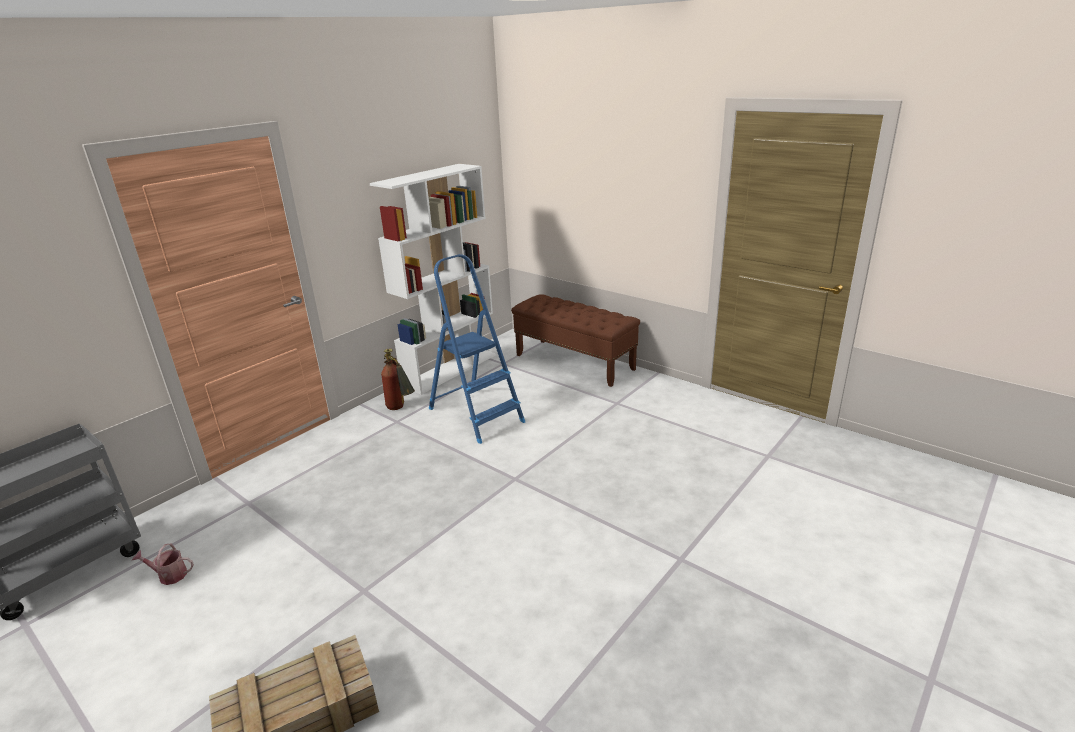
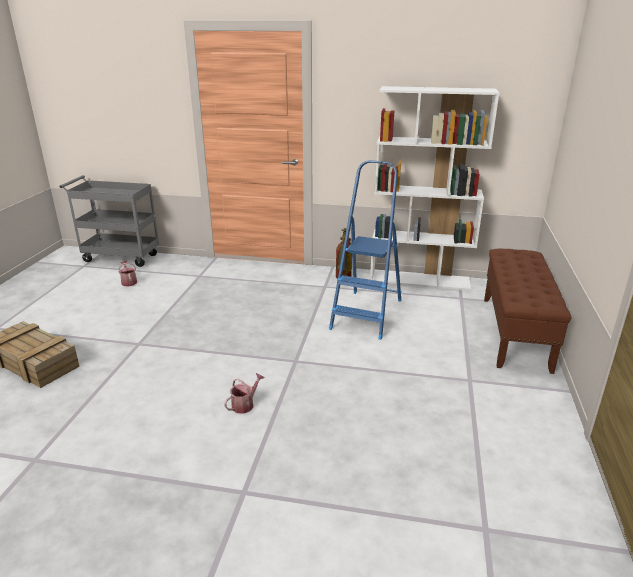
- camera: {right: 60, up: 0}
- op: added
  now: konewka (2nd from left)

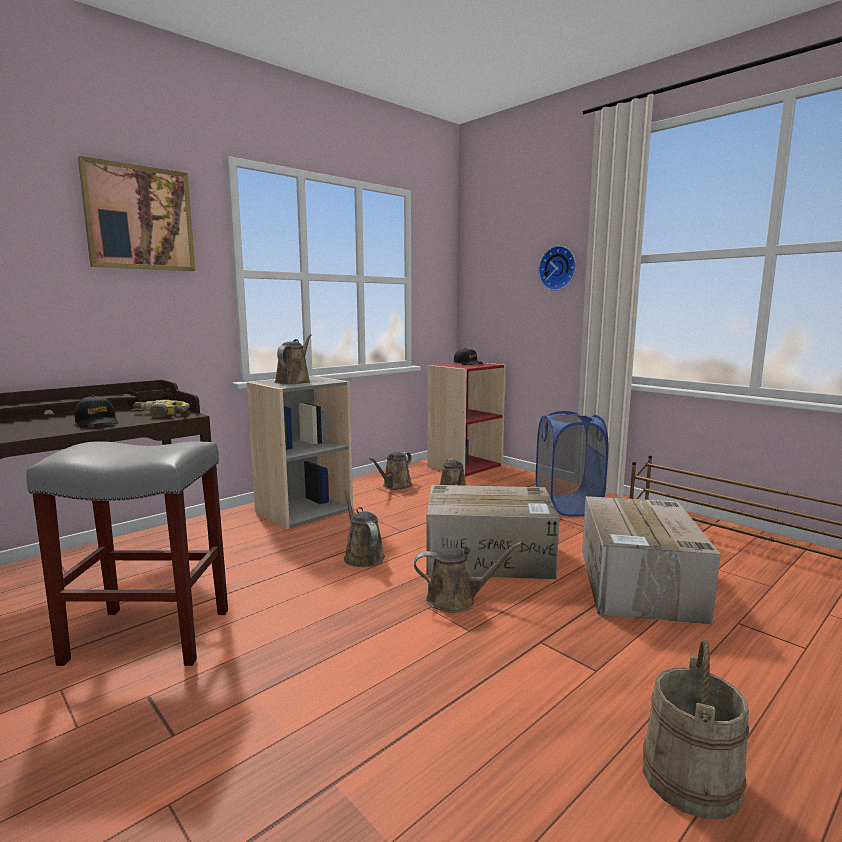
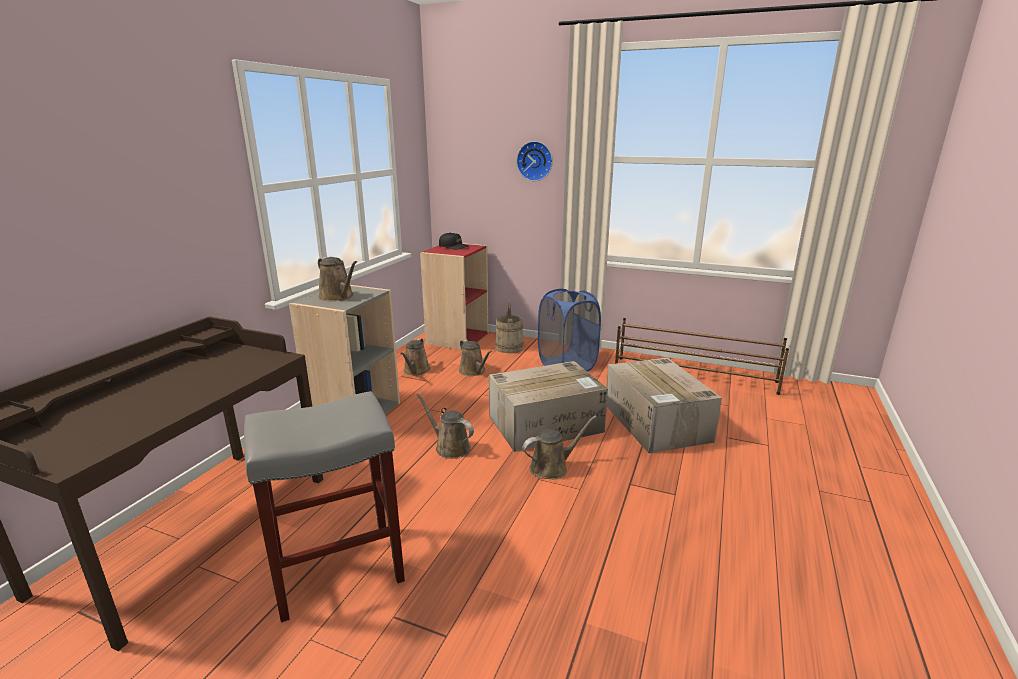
- camera: {right: -25, up: 10}
- op: removed
  was: czapka z daszkiem (czarny) (1st from left)
- op: removed
  was: obraz
- op: removed
  was: wiertarka
- op: moved
  was: wiadro (beżowy)
- op: turned
  was: konewka (brązowy) (1st from left)
  clockwise: 150

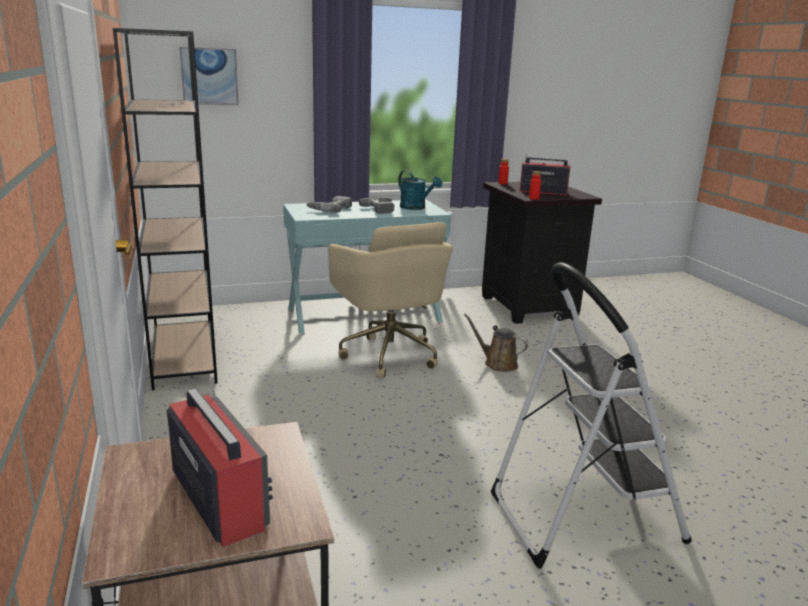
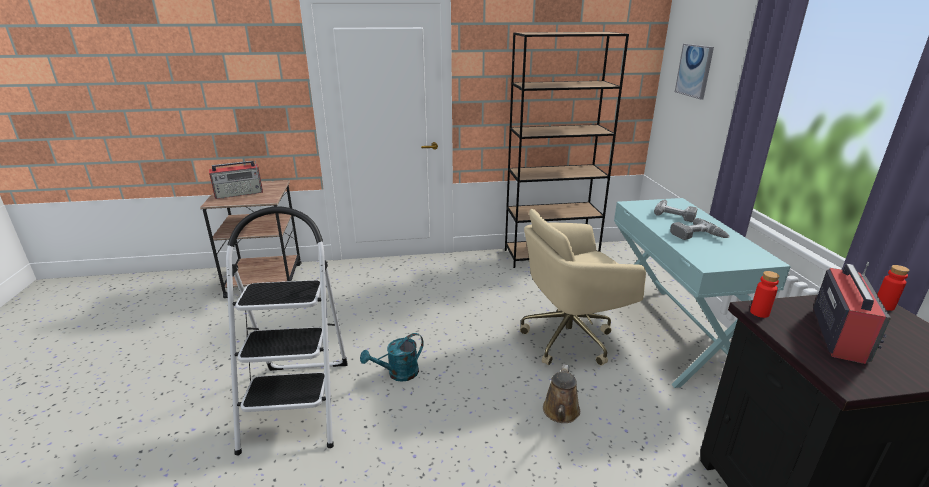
- camera: {right: 100, up: 5}
- op: moved
  was: konewka (turkusowy)
- op: turned
  was: konewka (brązowy)
  clockwise: 150

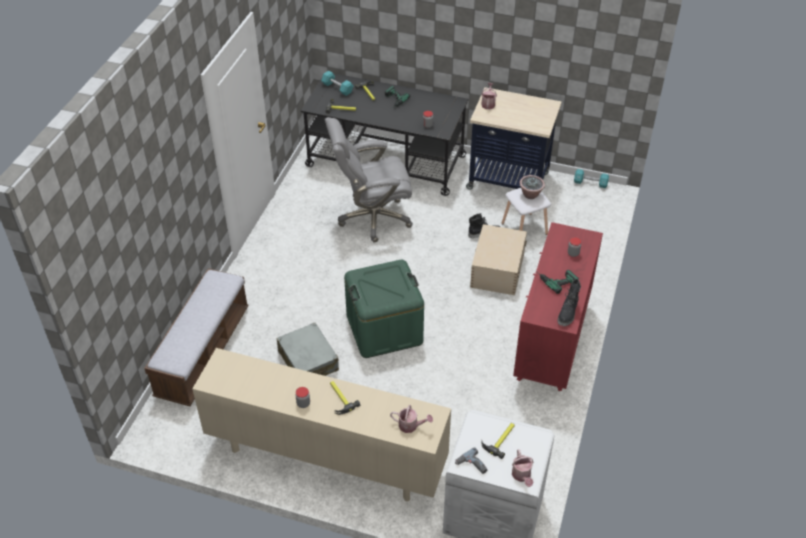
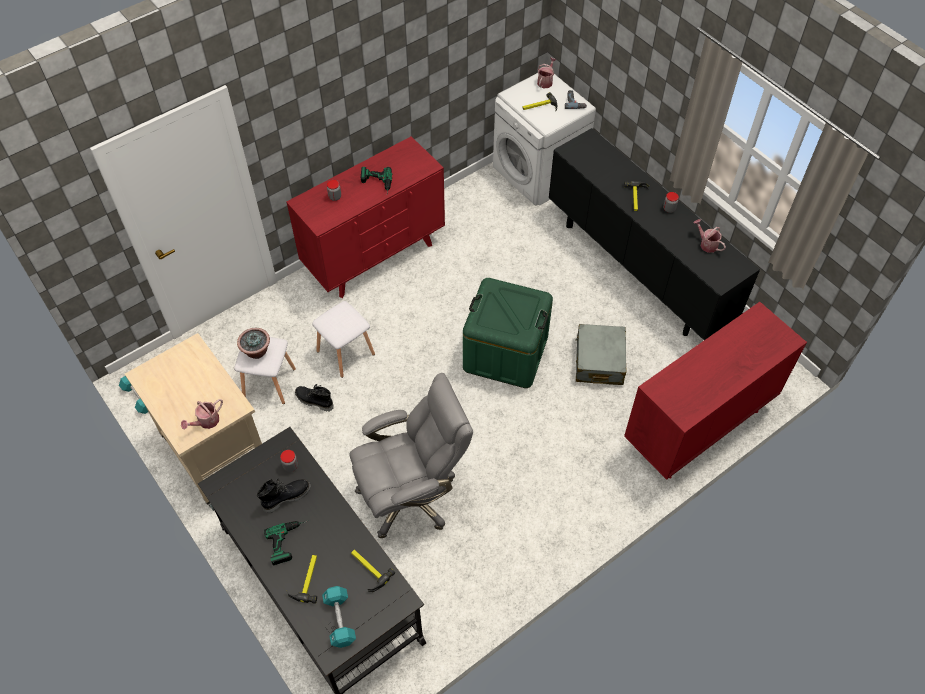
- camera: {right: -145, up: 10}
- op: moved
  was: konewka (1st from left in the first image)
  now: konewka (3rd from left)
- op: moved
  was: but z cholewką (czarny) (2nd from left in the first image)
  now: but z cholewką (czarny) (1st from left)
- op: replaced
  was: ławka
  now: komoda (czerwony) (2nd from left)
- op: replaced
  was: pojemnik do przechowywania (beżowy)
  now: stołek (biały) (2nd from left)
- op: recoloured
  was: szafka (beżowy)
  now: szafka (czarny)
- op: recoloured
  was: wózek (niebieski)
  now: wózek (beżowy)
- op: turned
  was: krzesło biurowe (szary)
  clockwise: -45

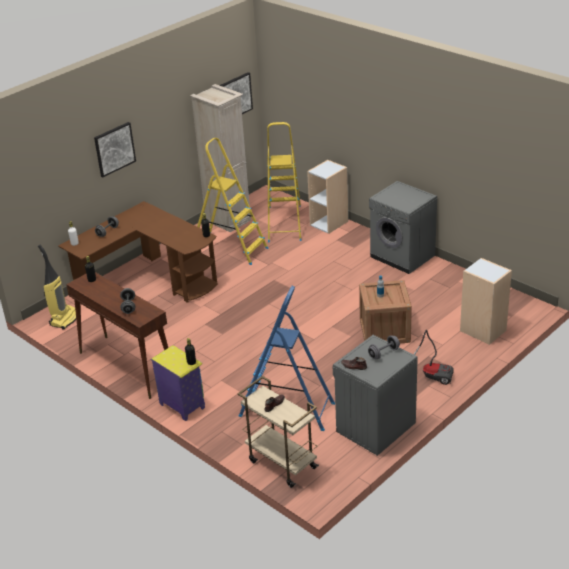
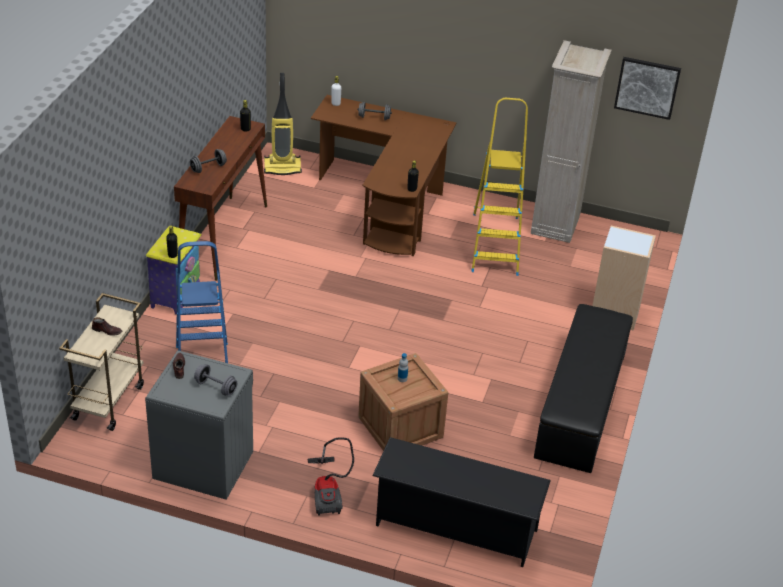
- camera: {right: 60, up: 5}
- op: removed
  was: obraz (1st from left)
- op: removed
  was: drabinka (żółty) (2nd from left)
- op: replaced
  was: pralka (szary) (2nd from left)
  now: ławka (czarny)
- op: replaced
  was: regał (2nd from left)
  now: regał na buty (czarny)

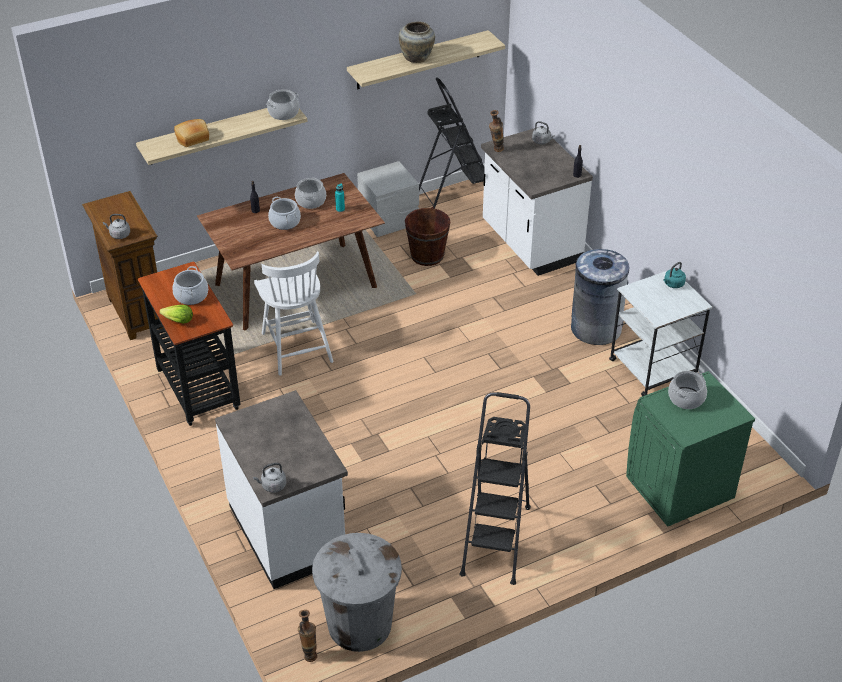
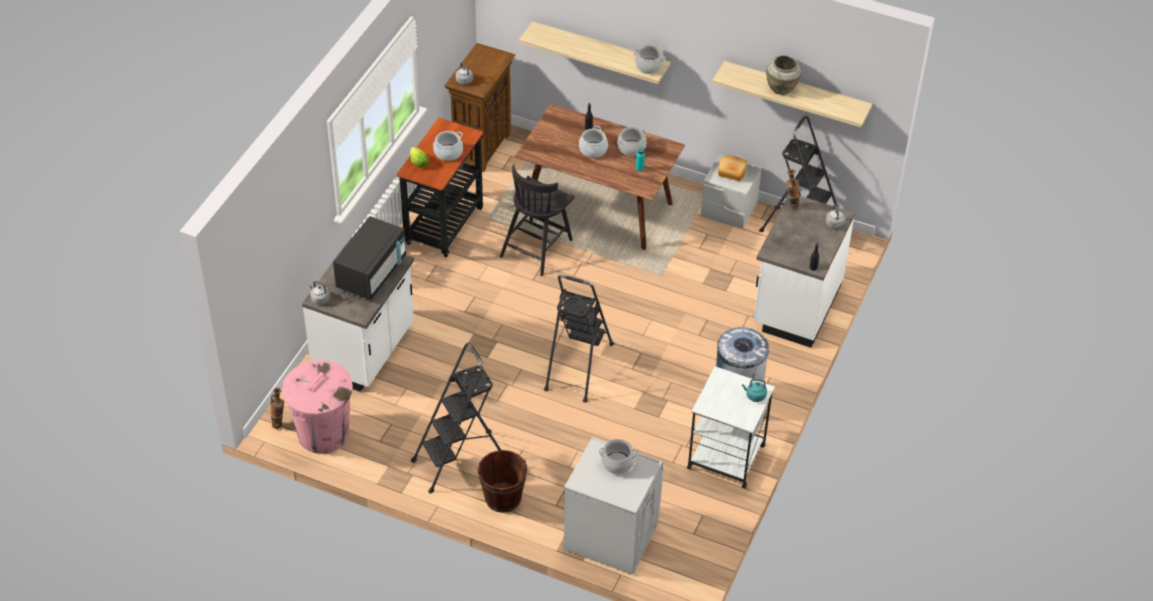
- camera: {right: 50, up: 5}
- op: added
  now: mikrofalówka (czarny)
- op: added
  now: drabinka (2nd from left)
- op: moved
  was: chleb
- op: moved
  was: wiadro (brązowy)
- op: recoloured
  was: krzesło (biały)
  now: krzesło (czarny)
- op: recoloured
  was: kosz na śmieci (szary) (1st from left)
  now: kosz na śmieci (różowy)
- op: recoloured
  was: pralka (zielony)
  now: pralka (biały)

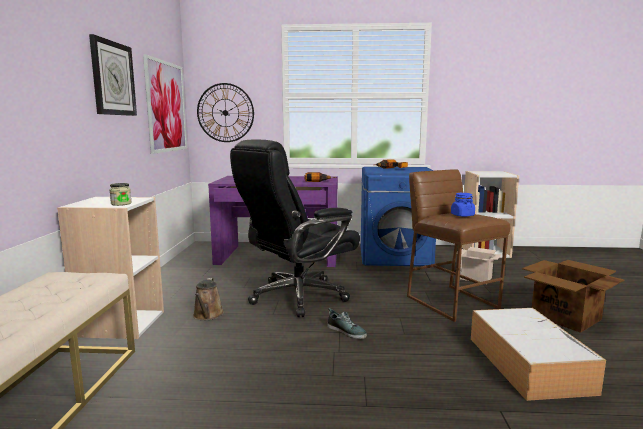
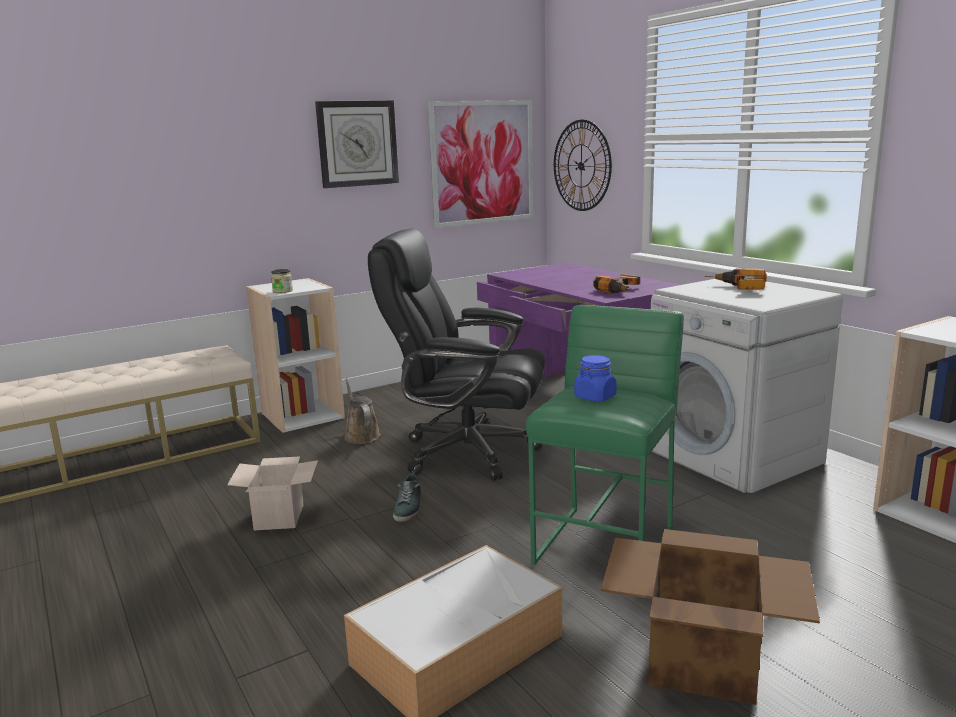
- camera: {right: 55, up: 5}
- op: moved
  was: karton (1st from left)
- op: recoloured
  was: pralka (niebieski)
  now: pralka (biały)
- op: recoloured
  was: stołek (brązowy)
  now: stołek (zielony)
- op: turned
  was: konewka (brązowy)
  clockwise: 105

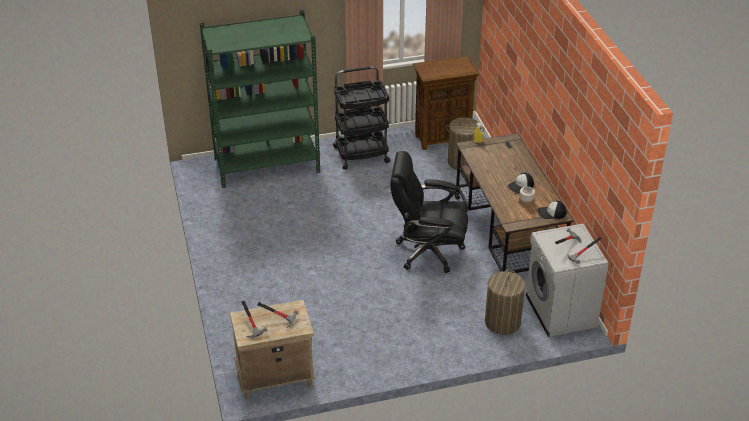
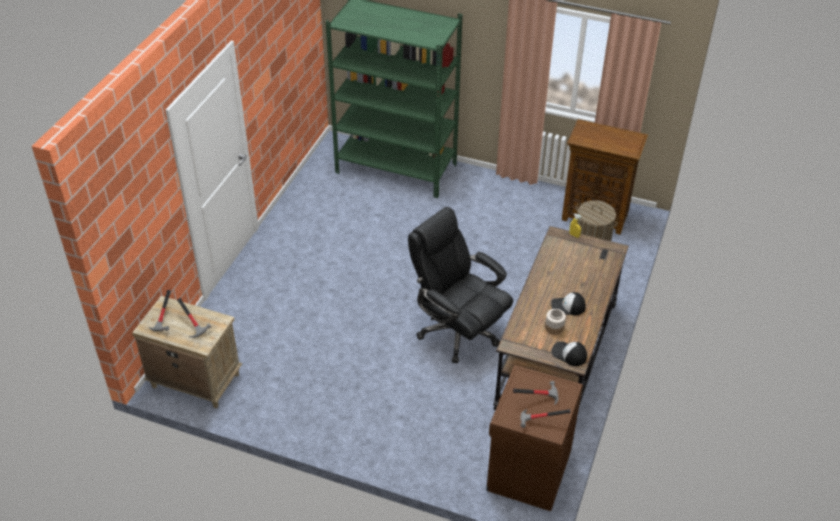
- camera: {right: 35, up: 5}
- op: removed
  was: wózek (czarny)
- op: removed
  was: kosz na pranie (2nd from left)
- op: recoloured
  was: pralka (biały)
  now: pralka (brązowy)

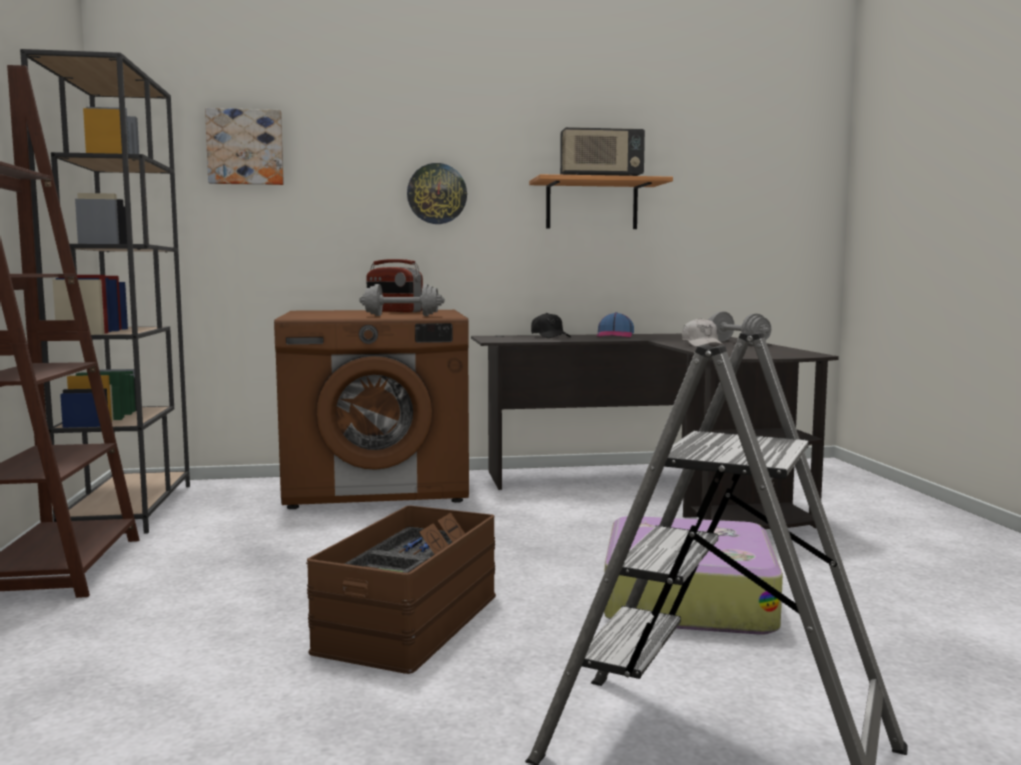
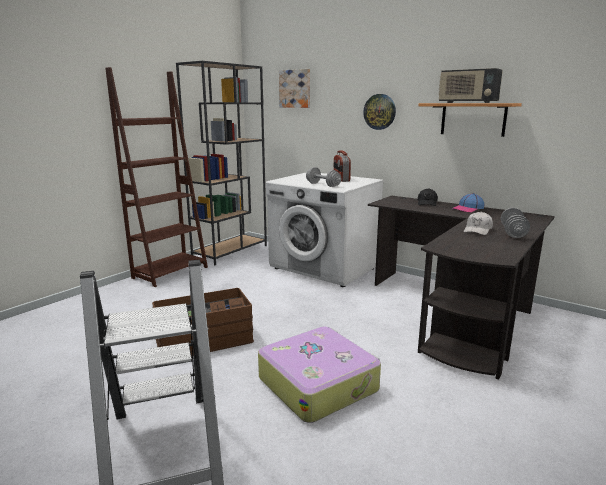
- camera: {right: 45, up: 10}
- op: recoloured
  was: pralka (brązowy)
  now: pralka (biały)

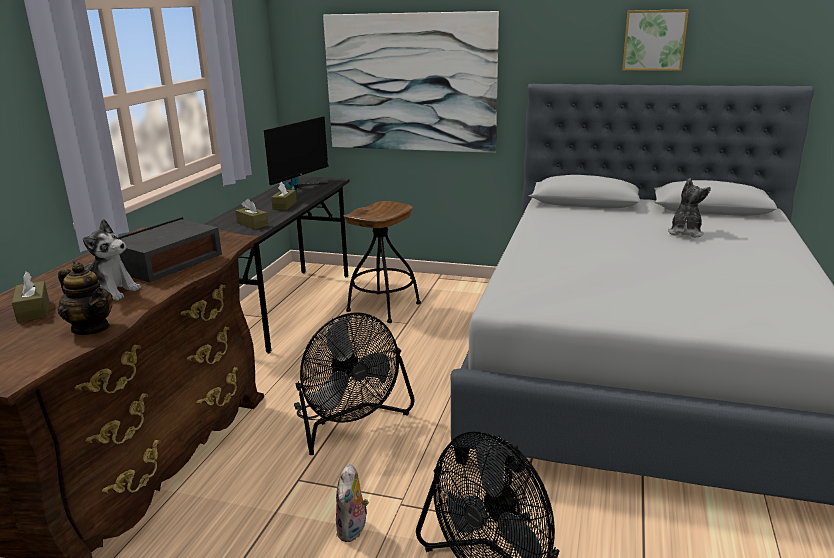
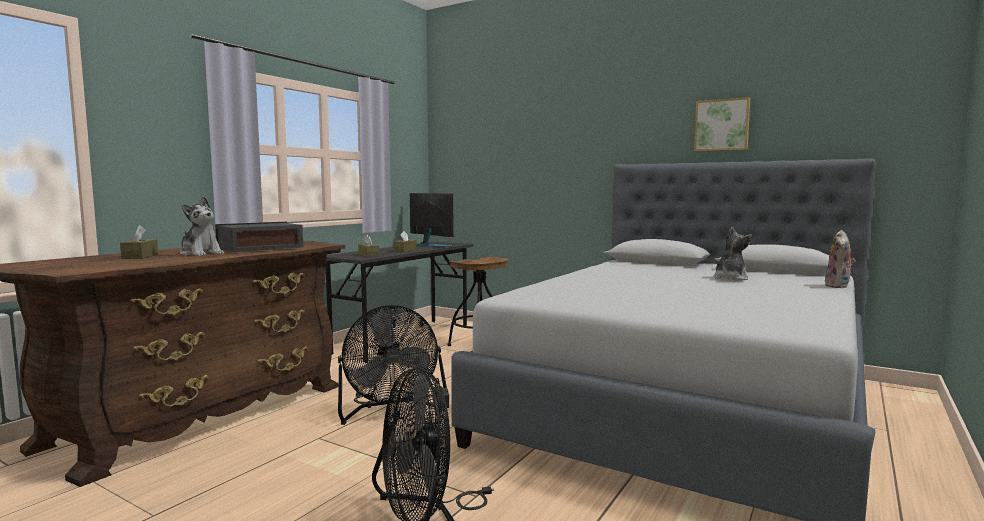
- camera: {right: 15, up: -15}
- op: removed
  was: imbryk
- op: removed
  was: obraz (1st from left)
- op: moved
  was: pluszak (2nd from left in the first image)
  now: pluszak (3rd from left)
- op: turned
  was: monitor
  clockwise: -90

